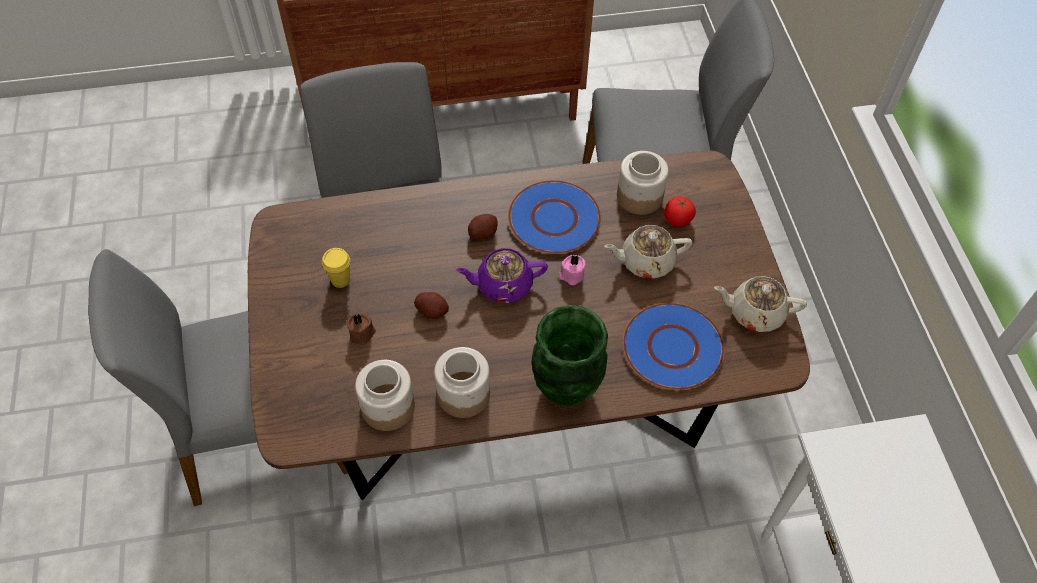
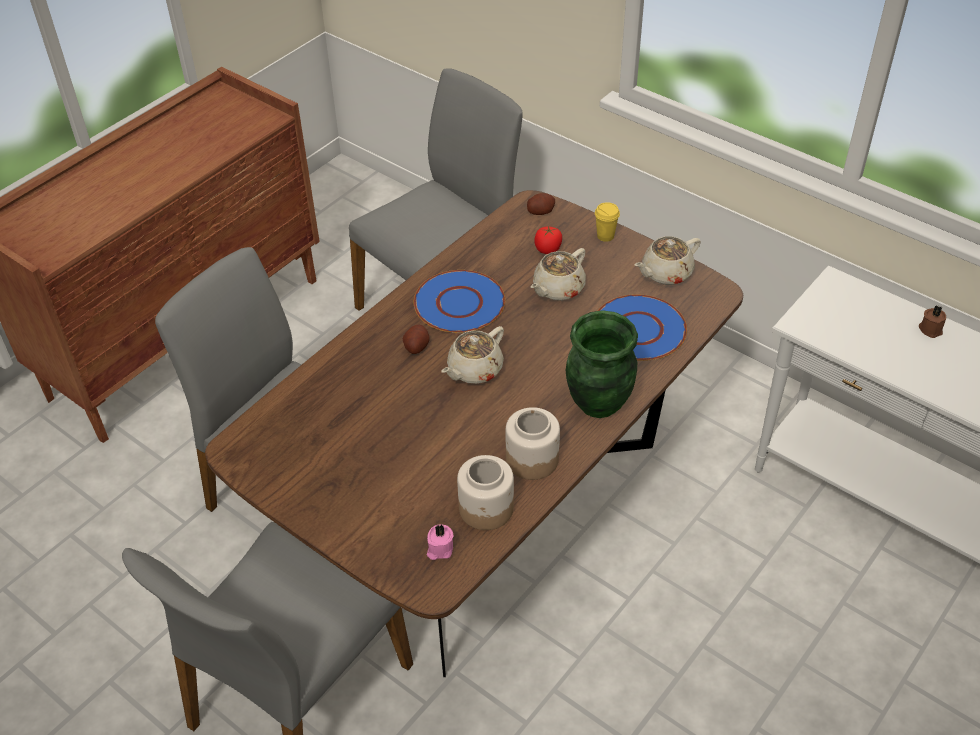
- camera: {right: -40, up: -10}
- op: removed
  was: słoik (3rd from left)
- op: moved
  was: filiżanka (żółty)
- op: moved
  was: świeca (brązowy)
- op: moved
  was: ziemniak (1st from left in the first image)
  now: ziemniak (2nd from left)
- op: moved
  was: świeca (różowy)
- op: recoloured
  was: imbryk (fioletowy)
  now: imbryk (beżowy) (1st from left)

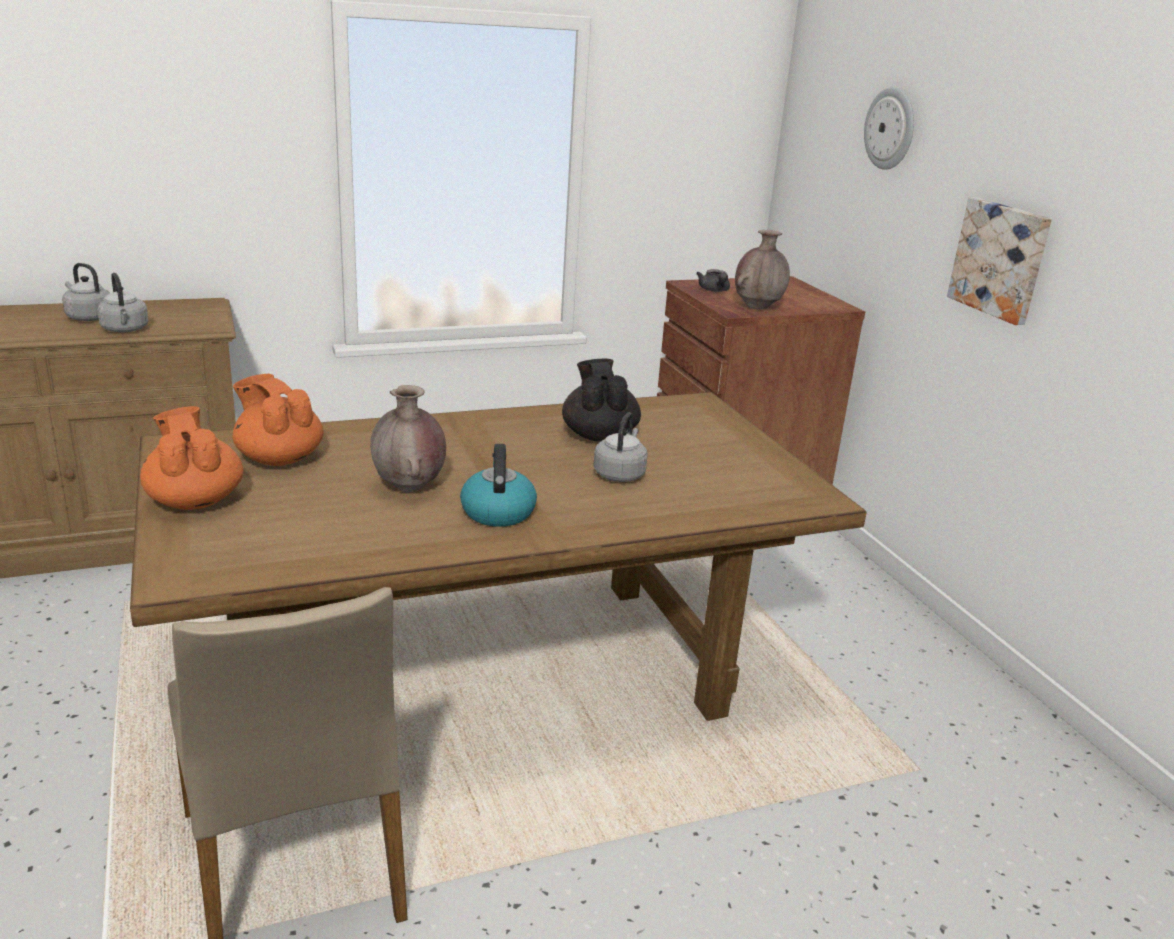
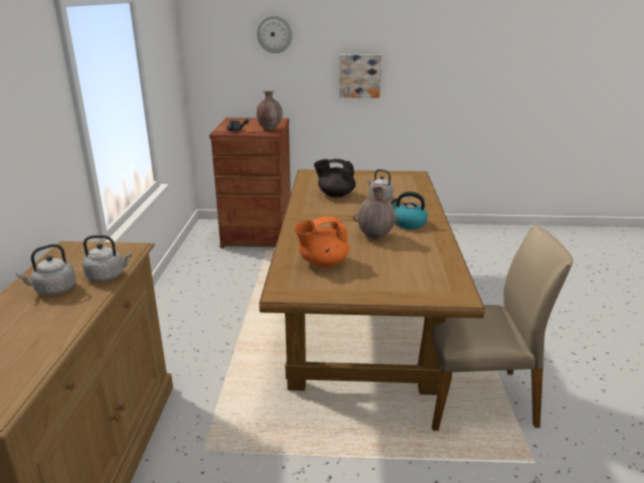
- camera: {right: -65, up: 0}
- op: removed
  was: imbryk (pomarańczowy) (1st from left)

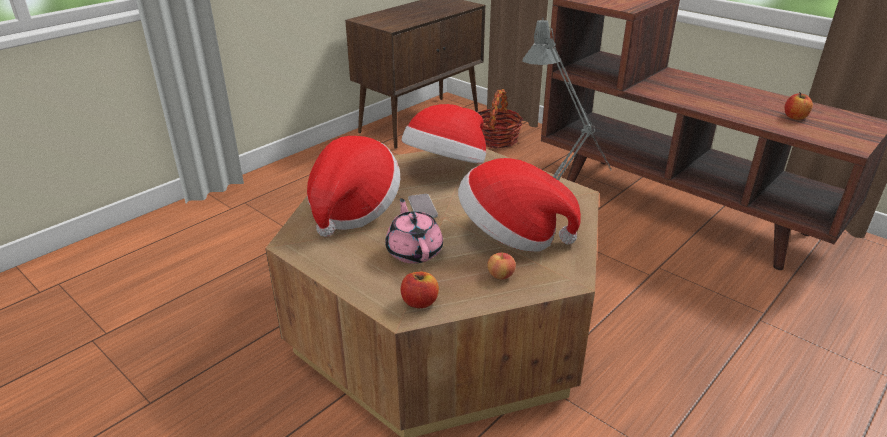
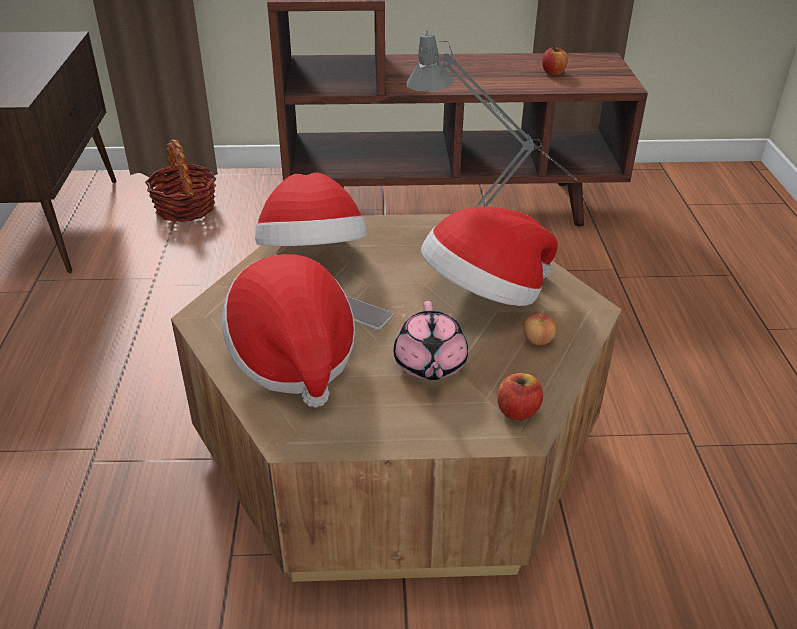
- camera: {right: -45, up: 5}
- op: turned
  was: imbryk (różowy)
  clockwise: -120

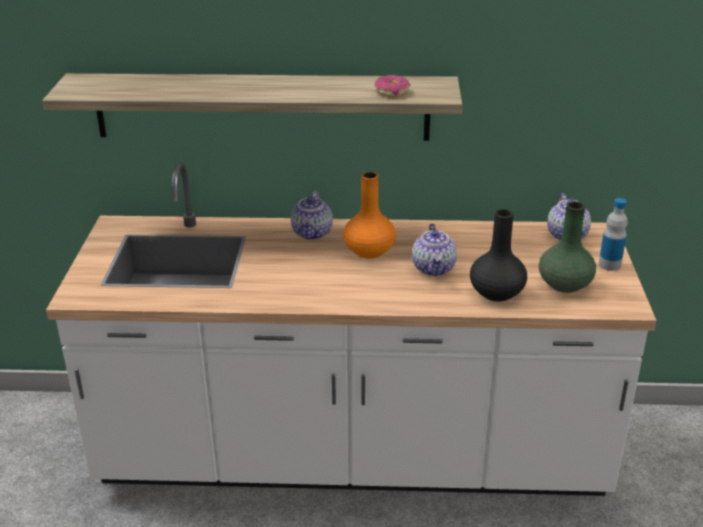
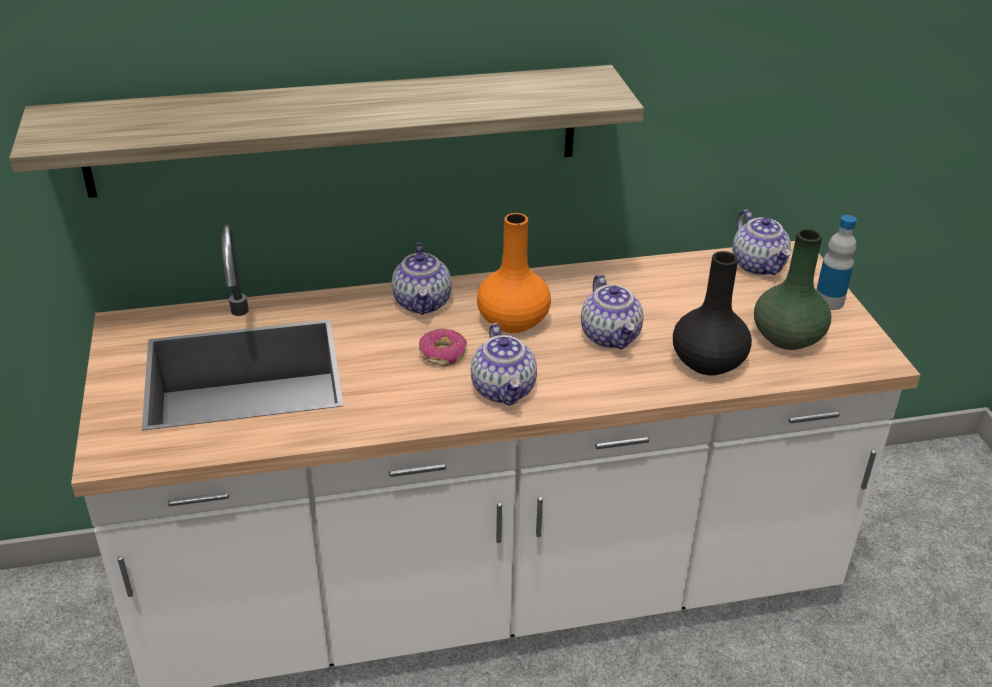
- camera: {right: -15, up: 5}
- op: added
  now: imbryk (2nd from left)
- op: moved
  was: donut

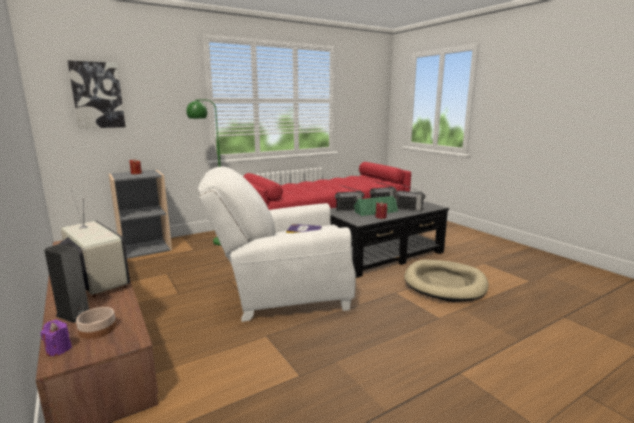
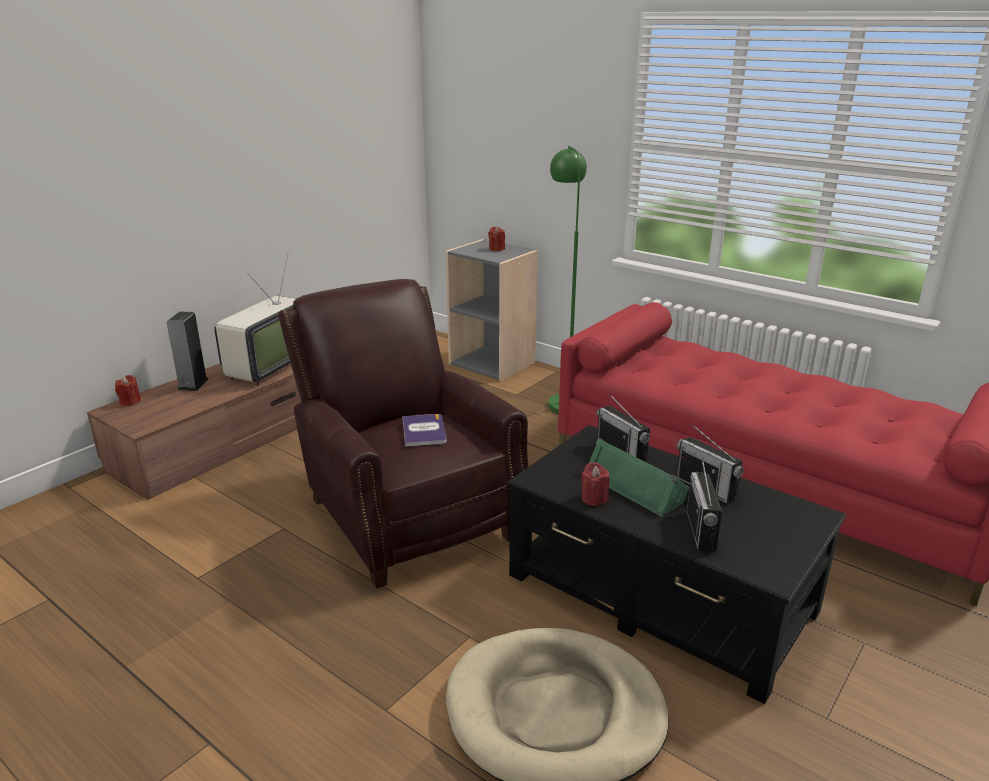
- camera: {right: 70, up: 10}
- op: removed
  was: obraz
- op: removed
  was: miska
- op: recoloured
  was: świeca (fioletowy)
  now: świeca (czerwony) (1st from left)
- op: recoloured
  was: fotel (biały)
  now: fotel (brązowy)

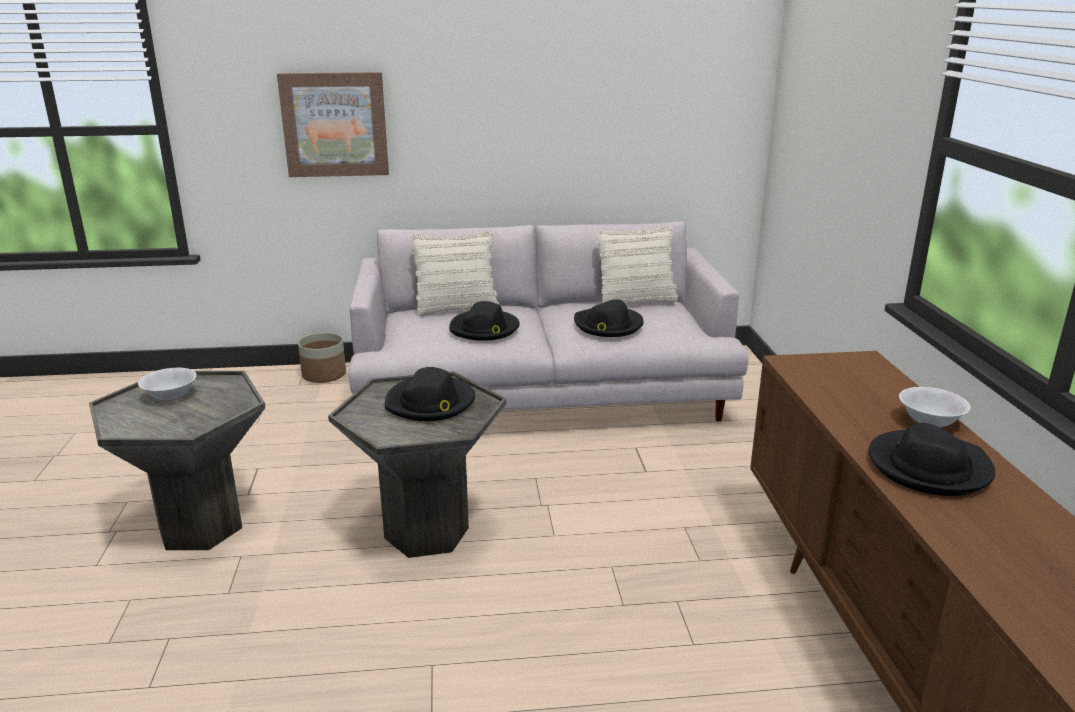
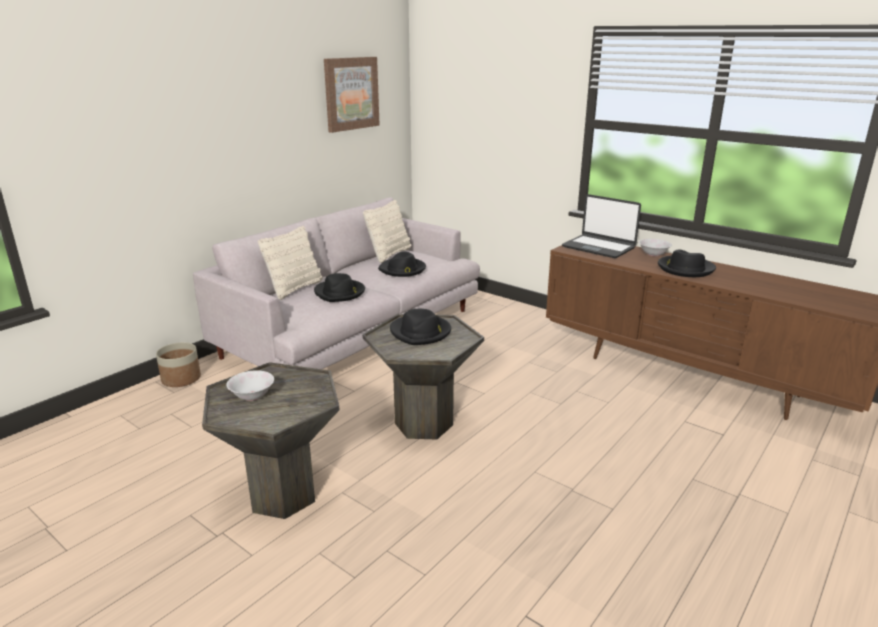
- camera: {right: -45, up: 0}
- op: added
  now: laptop
- op: moved
  was: obraz

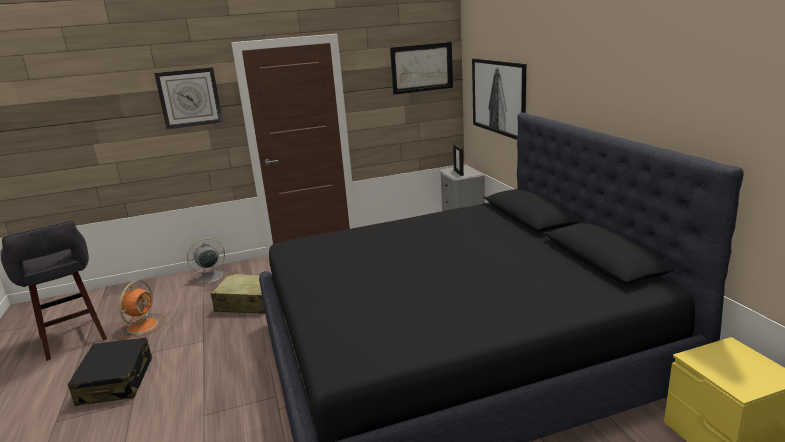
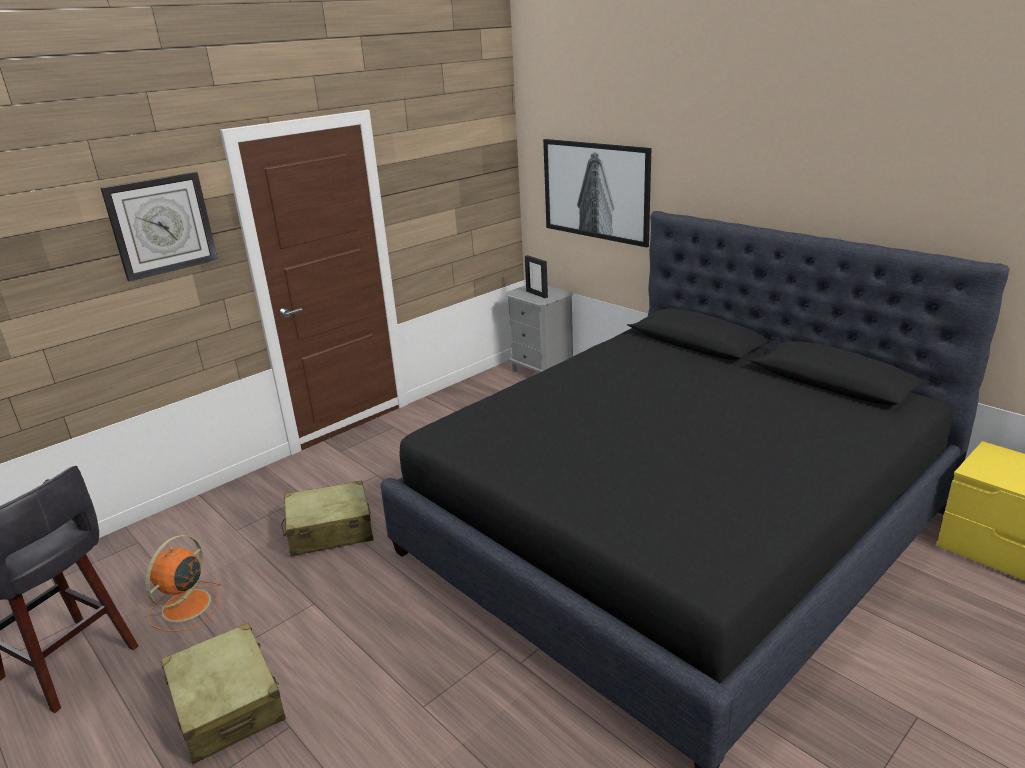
- camera: {right: -25, up: 5}
- op: removed
  was: wentylator (szary)
- op: removed
  was: obraz (1st from left)
- op: recoloured
  was: walizka (czarny)
  now: walizka (beżowy) (1st from left)
- op: turned
  was: wentylator (pomarańczowy)
  clockwise: -150

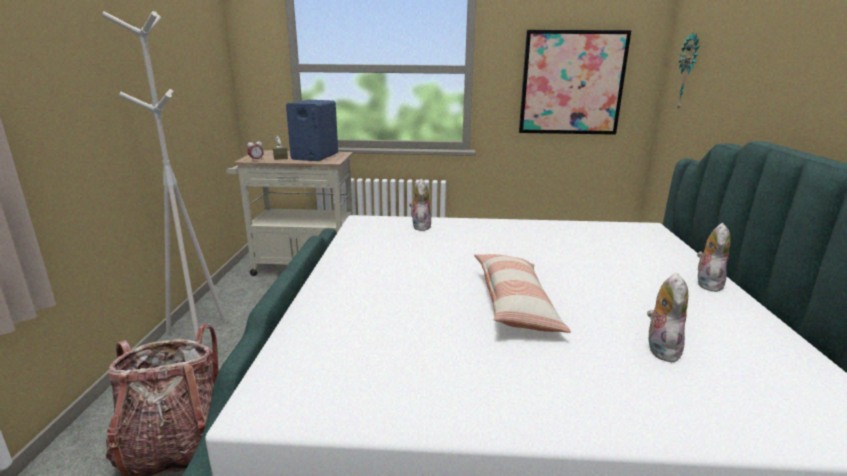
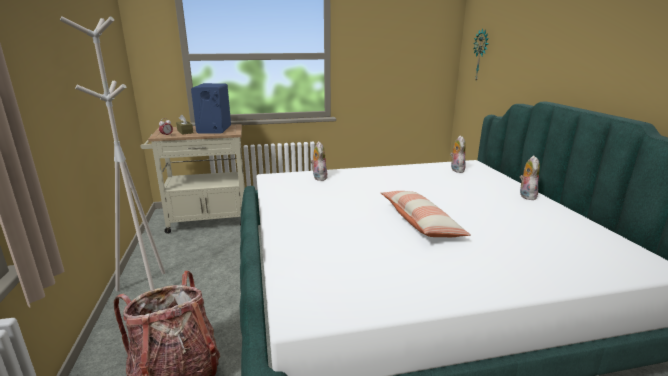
- camera: {right: -15, up: 0}
- op: removed
  was: obraz
- op: moved
  was: pluszak (2nd from left)

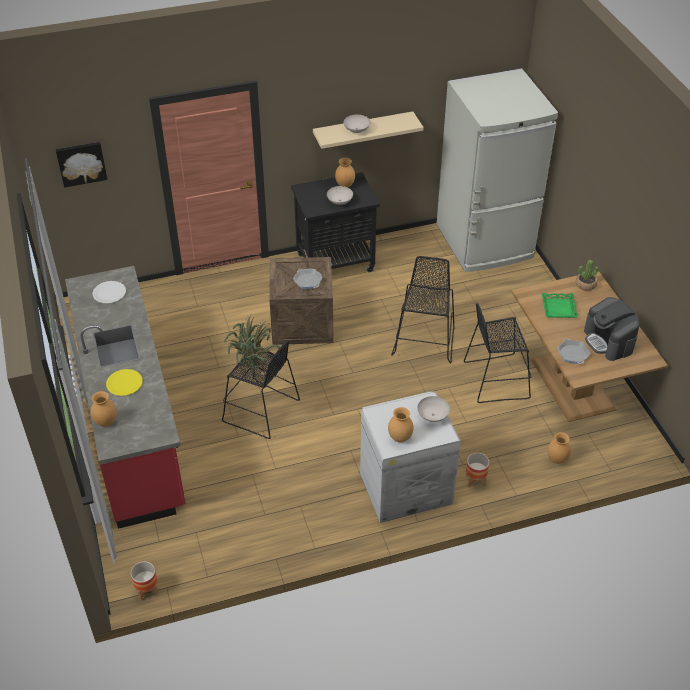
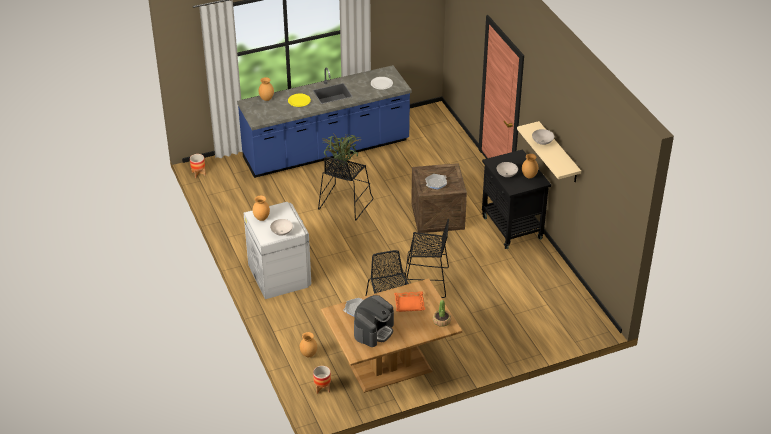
- camera: {right: 85, up: -5}
- op: removed
  was: obraz
- op: removed
  was: lodówka (biały)
- op: moved
  was: donica (2nd from left)
- op: recoloured
  was: zabudowa kuchenna (czerwony)
  now: zabudowa kuchenna (niebieski)
- op: recoloured
  was: taca (zielony)
  now: taca (pomarańczowy)
- op: turned
  was: ekspres do kawy
  clockwise: 150

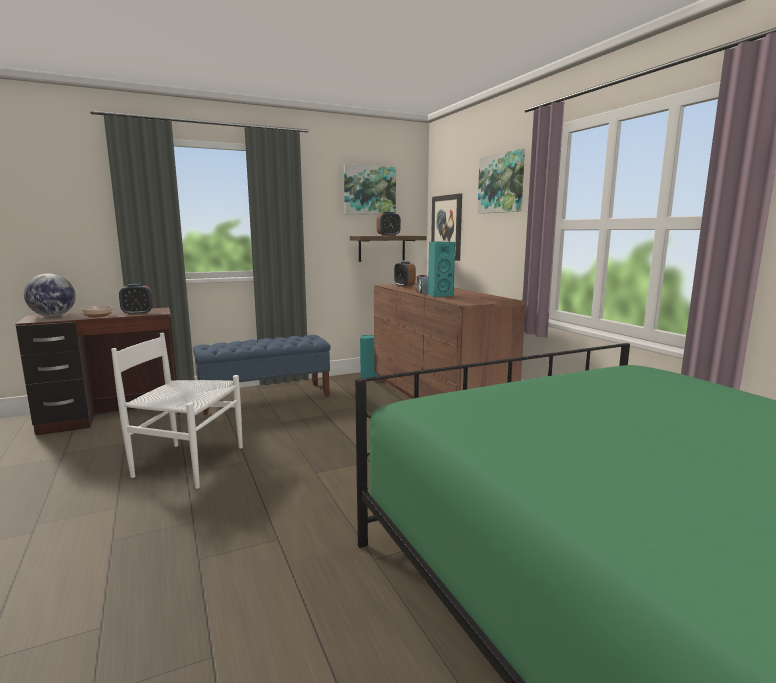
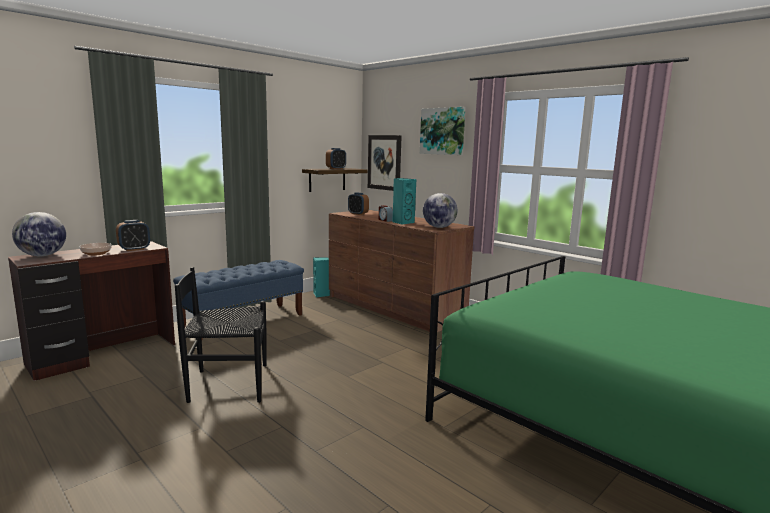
- camera: {right: -20, up: 0}
- op: removed
  was: obraz (1st from left)
- op: added
  now: globus (2nd from left)
- op: recoloured
  was: krzesło (biały)
  now: krzesło (czarny)

